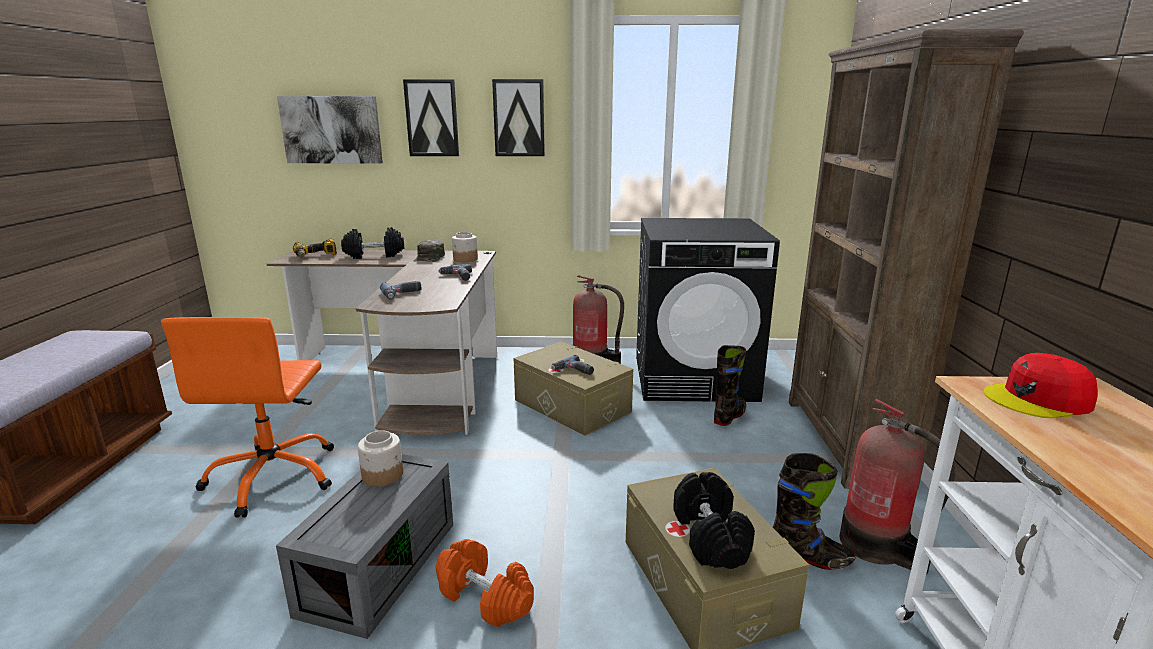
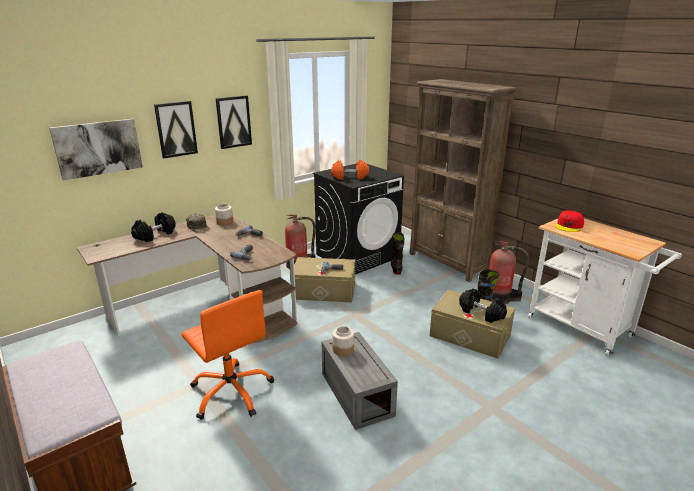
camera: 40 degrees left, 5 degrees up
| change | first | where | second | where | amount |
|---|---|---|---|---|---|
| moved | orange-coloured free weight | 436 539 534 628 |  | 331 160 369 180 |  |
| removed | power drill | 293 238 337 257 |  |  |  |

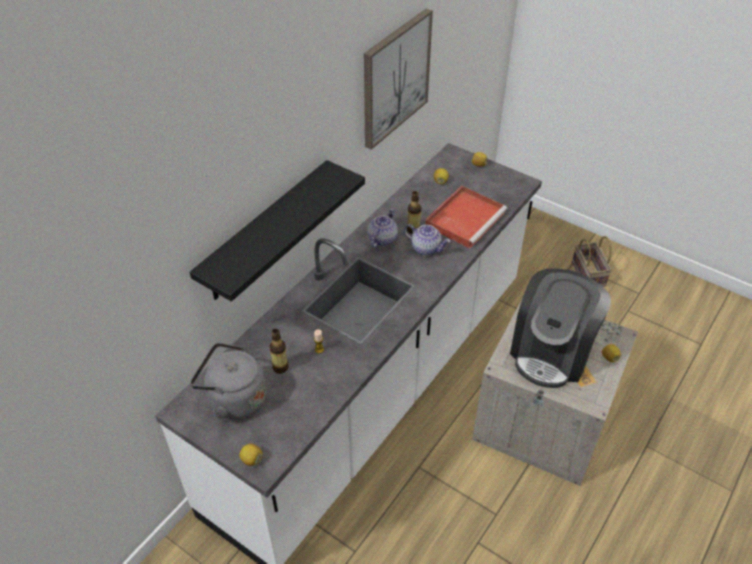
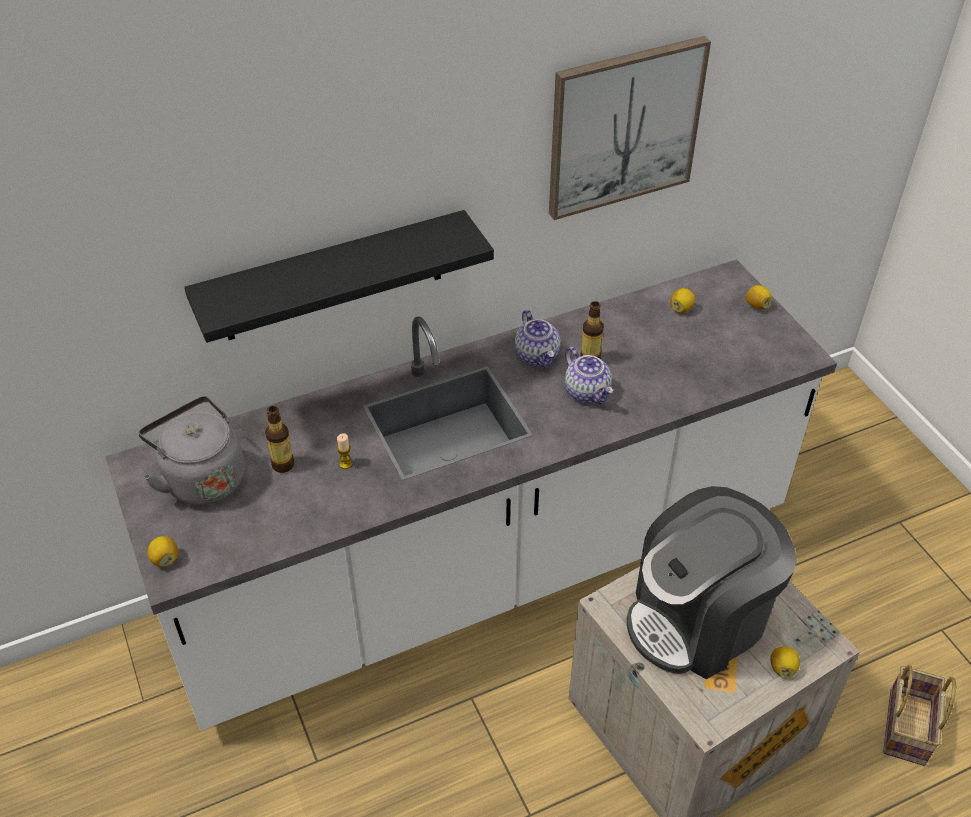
camera: 30 degrees right, 0 degrees up
| change | first | where | second | where | amount |
|---|---|---|---|---|---|
| turned | teapot | 368 208 398 248 |  | 515 310 561 368 | 105 degrees clockwise |
| moved | household basket | 572 236 612 287 |  | 883 665 956 766 |  |
| removed | red tray | 425 186 507 248 |  |  |  |

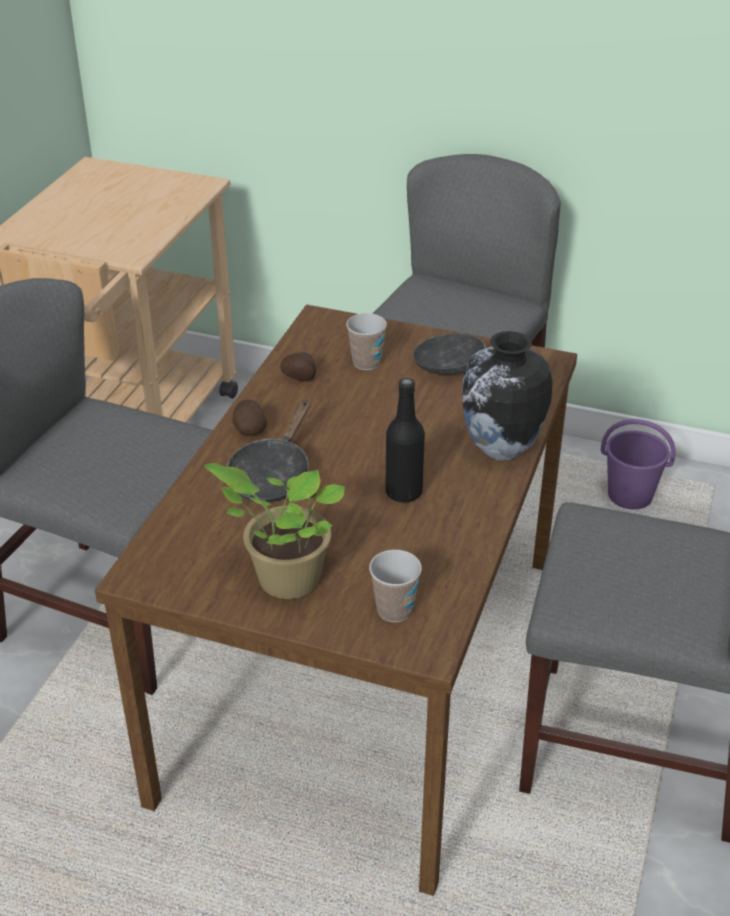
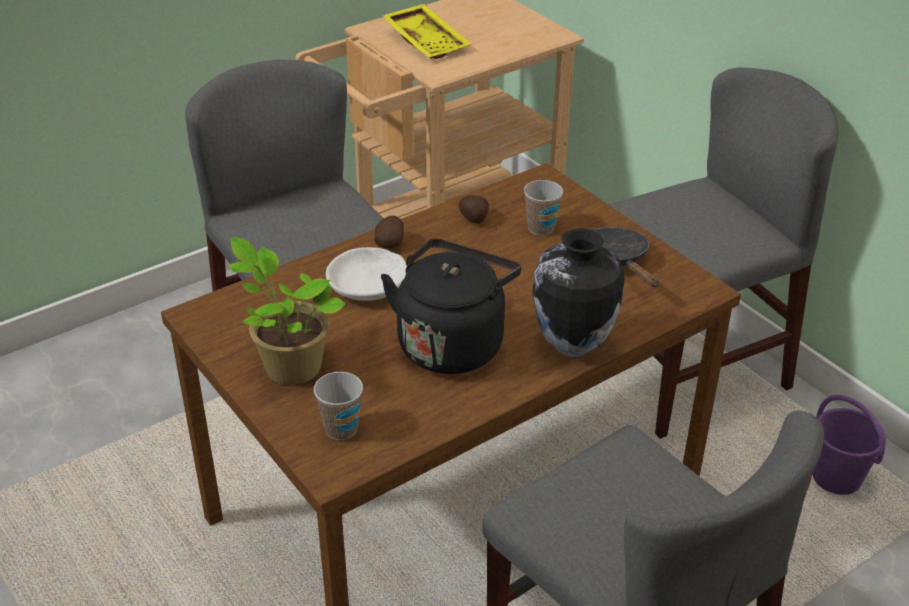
camera: 35 degrees right, 0 degrees up
| change | first | where | second | where | amount |
|---|---|---|---|---|---|
| replaced | blackish skillet | 227 399 311 502 | whitish deep dish | 326 247 407 301 |  |
| replaced | blackish beverage bottle | 385 378 425 502 | blackish water kettle | 381 239 521 374 |  |
| added |  |  | yellow tray | 382 4 471 59 |  |

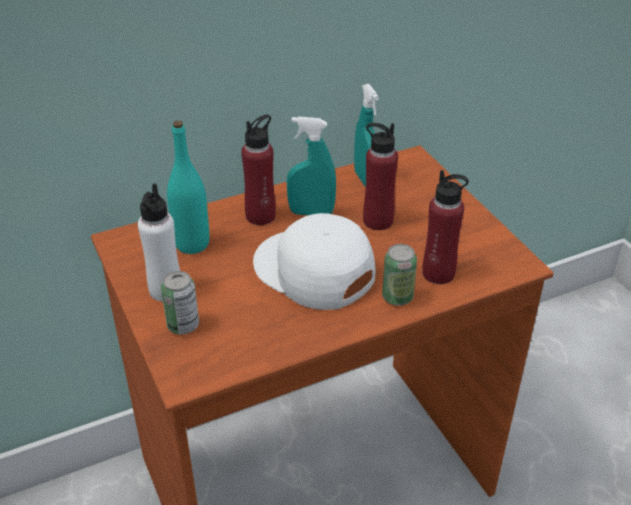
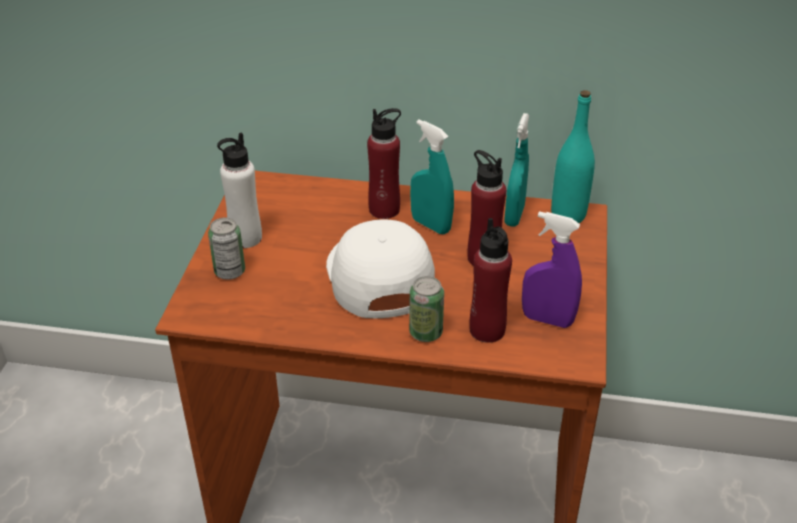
camera: 35 degrees right, 0 degrees up
| change | first | where | second | where | amount |
|---|---|---|---|---|---|
| added |  |  | purple-coloured spray bottle | 522 211 582 328 |  |
| moved | turquoise-coloured beverage bottle | 167 121 209 254 |  | 551 90 595 223 |  |

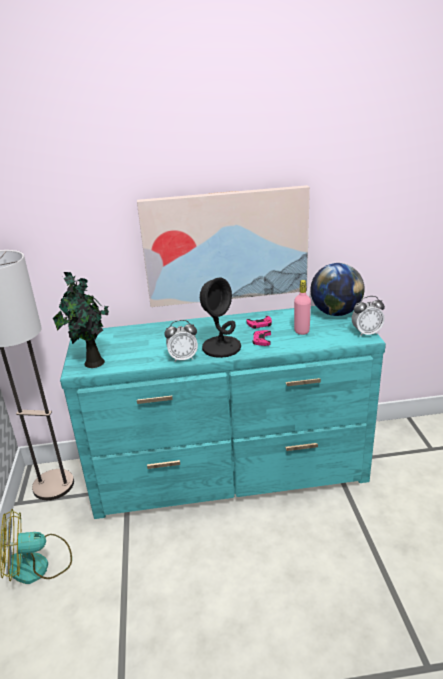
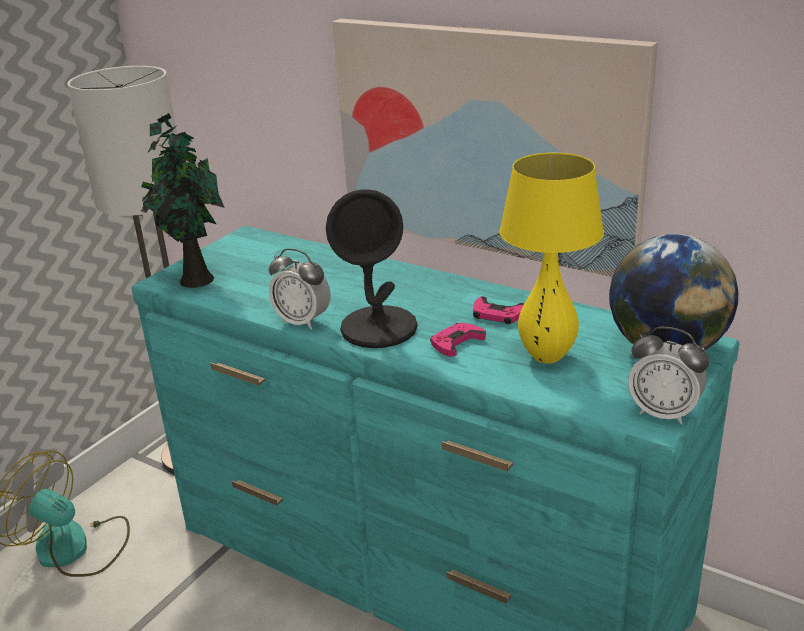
camera: 40 degrees right, 0 degrees up
| change | first | where | second | where | amount |
|---|---|---|---|---|---|
| replaced | pink beverage bottle | 294 280 311 335 | yellow tabletop lamp | 499 153 604 364 |  |

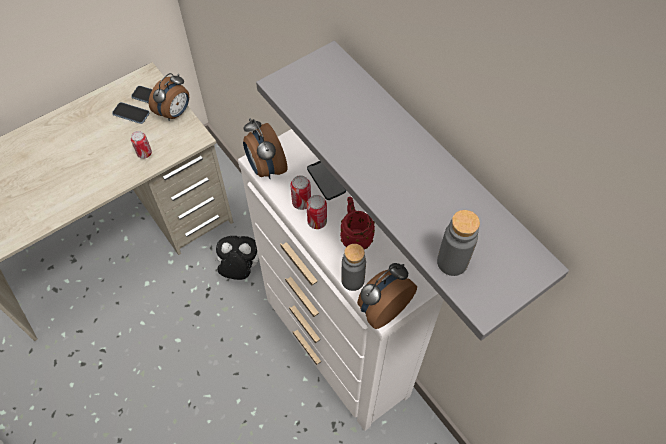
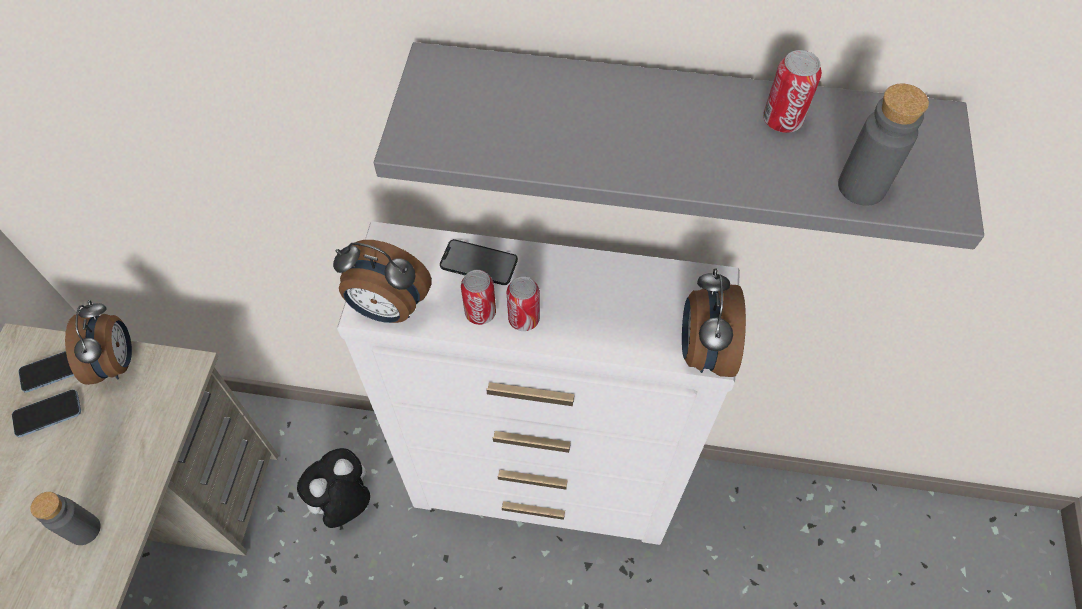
camera: 45 degrees left, 0 degrees up
| change | first | where | second | where | amount |
|---|---|---|---|---|---|
| moved | grey beverage bottle | 341 244 366 291 |  | 30 492 100 545 |  |
| moved | metal can | 131 131 152 159 |  | 763 50 822 133 |  |
| removed | red mug | 340 197 375 249 |  |  |  |

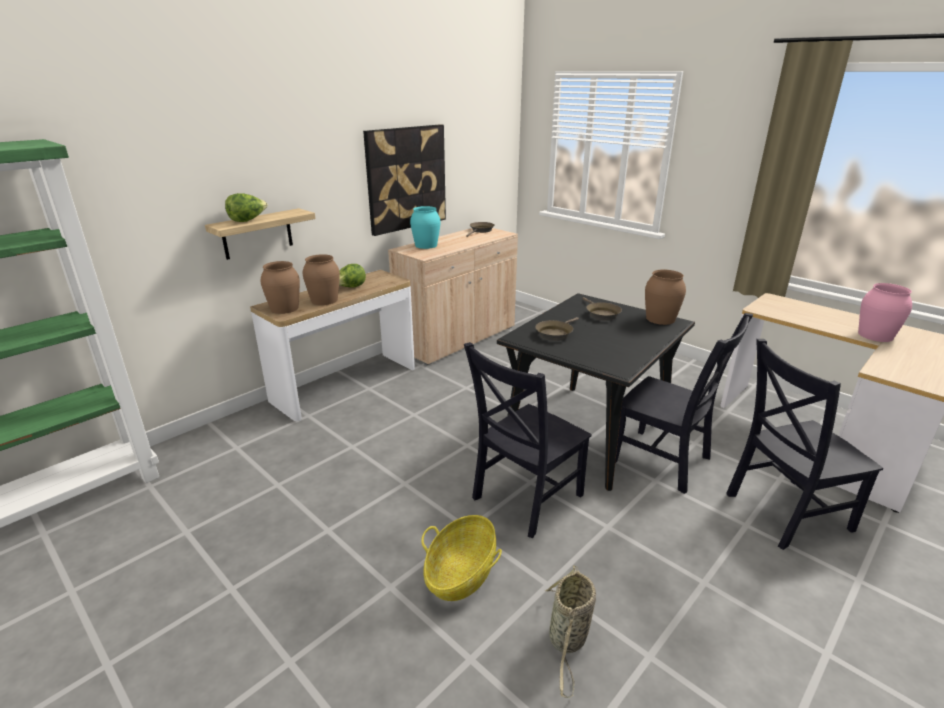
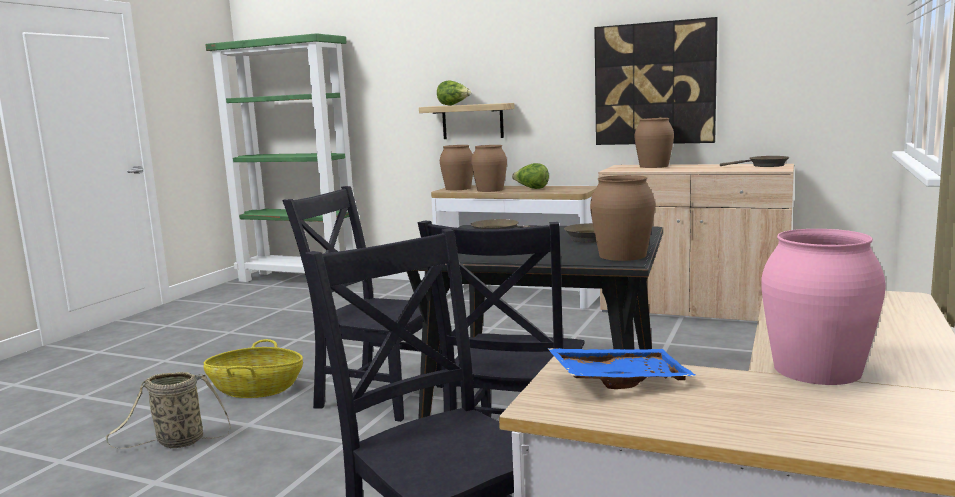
camera: 70 degrees right, 15 degrees down
| change | first | where | second | where | amount |
|---|---|---|---|---|---|
| added |  |  | blue tray | 547 348 698 389 |  |
| recoloured | turquoise-coloured flower vase | 410 206 440 249 | brownish flower vase | 635 118 674 168 |  |

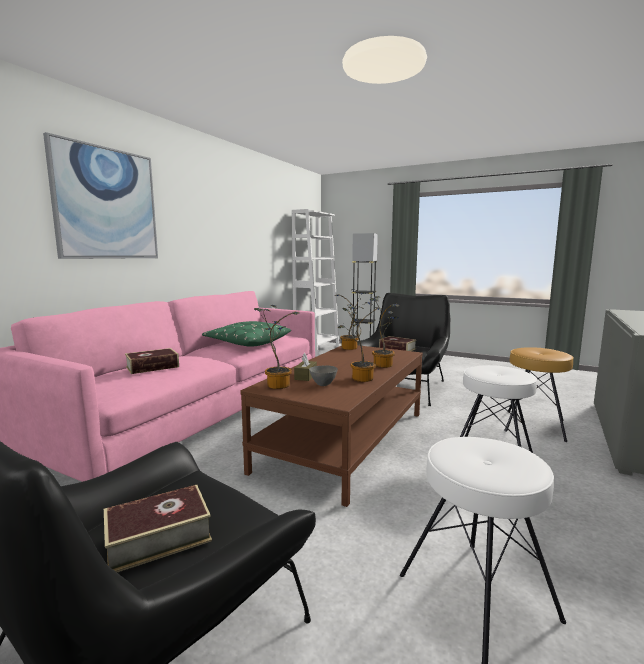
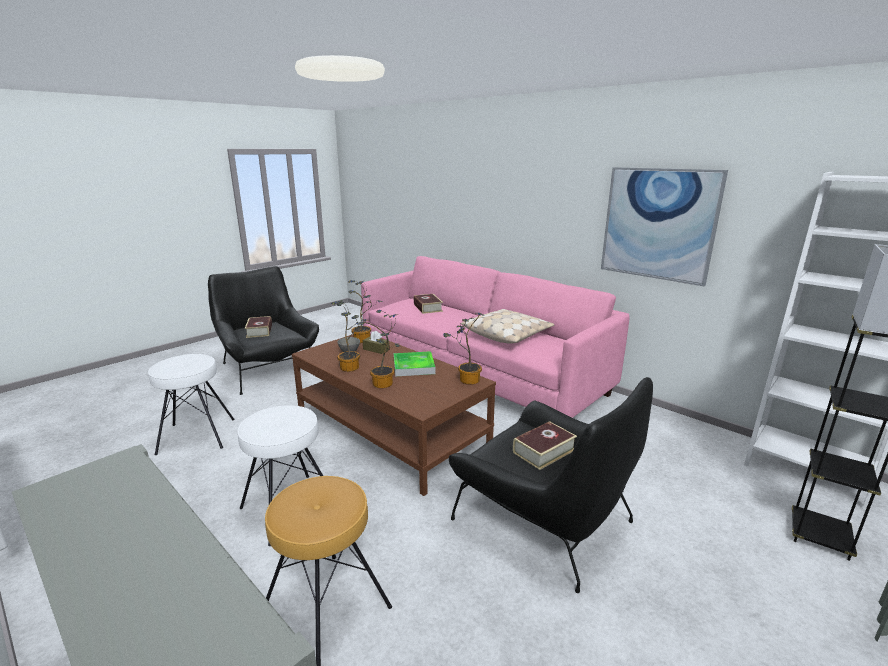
camera: 105 degrees right, 10 degrees up
| change | first | where | second | where | amount |
|---|---|---|---|---|---|
| added |  |  | tray | 394 351 435 376 |  |
| recoloured | green cushion | 202 321 291 347 | sand-coloured cushion | 461 309 555 344 |  |
| moved | picture | 43 132 158 259 |  | 601 167 728 286 |  |

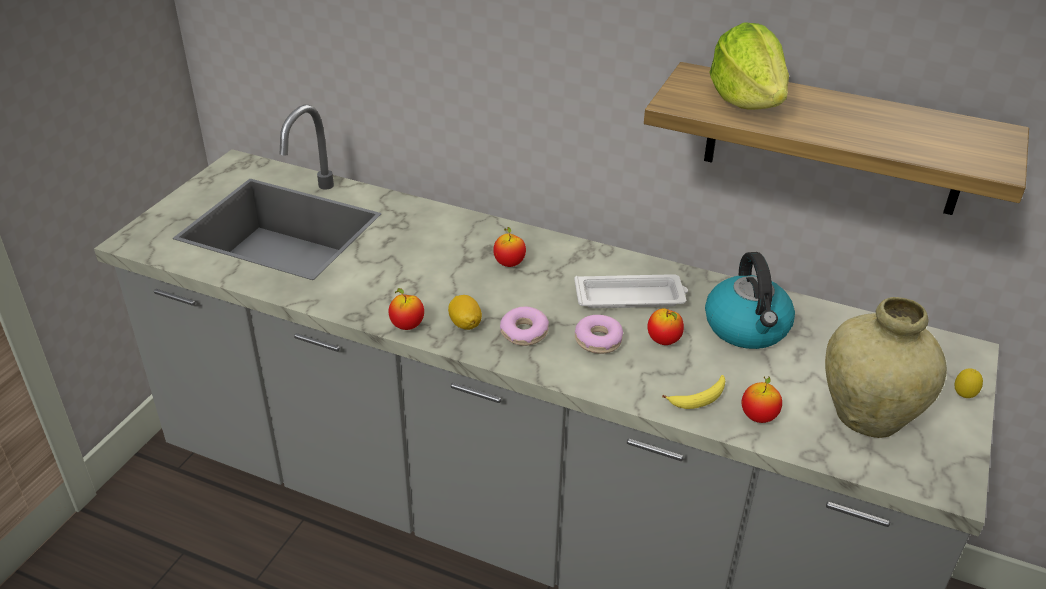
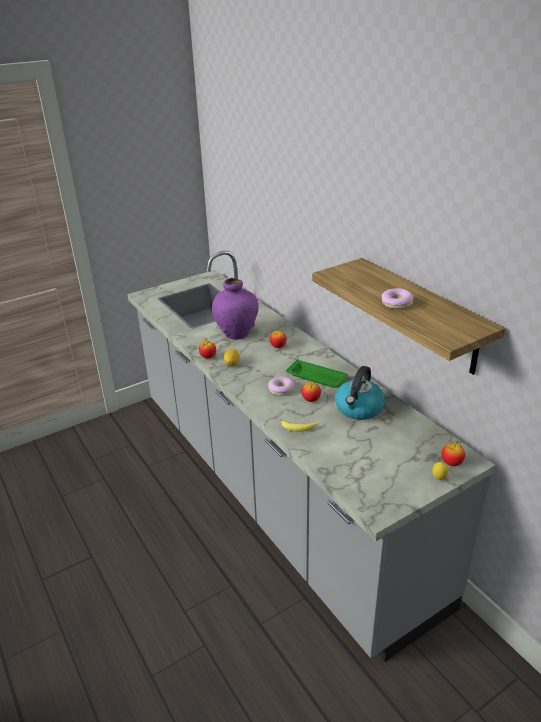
camera: 35 degrees right, 5 degrees down
| change | first | where | second | where | amount |
|---|---|---|---|---|---|
| added |  |  | purple-coloured flower vase | 212 278 259 340 |  |
| recoloured | whitish tray | 574 274 688 308 | green tray | 286 359 347 388 |  |
| moved | donut | 500 306 549 346 |  | 382 288 414 309 |  |
| moved | whole apple | 742 377 782 423 |  | 442 441 465 466 |  |
| removed | head of lettuce | 709 22 789 110 |  |  |  |
| removed | sand-coloured flower vase | 825 297 947 438 |  |  |  |

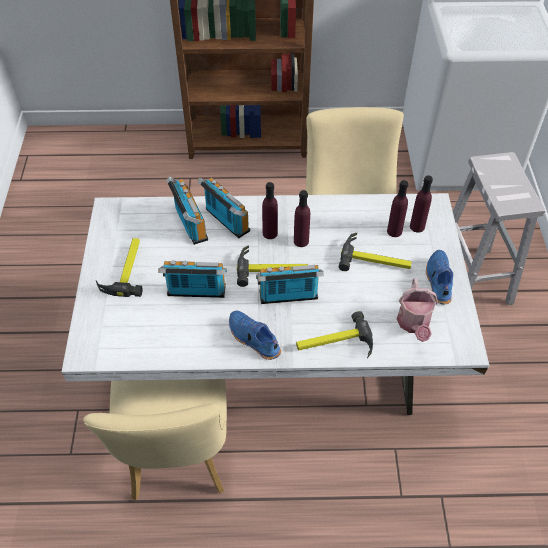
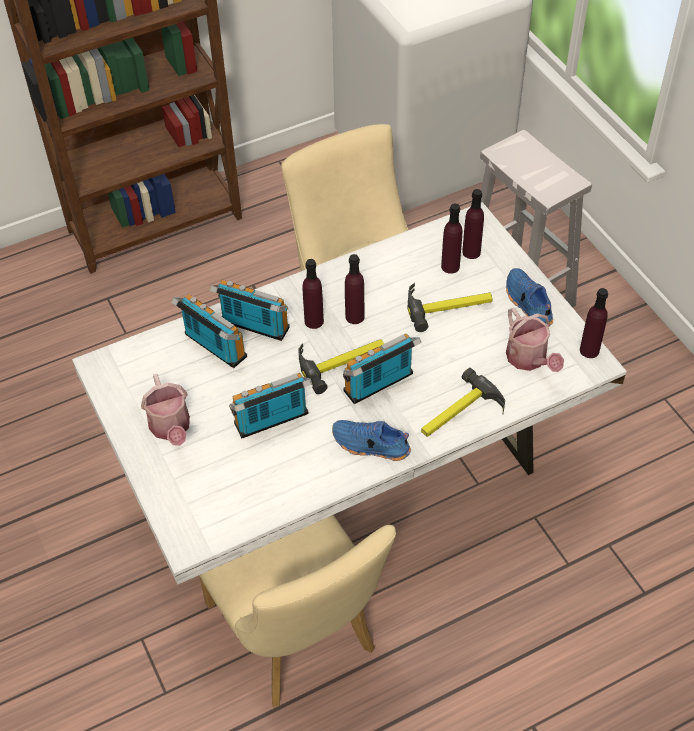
camera: 25 degrees left, 0 degrees up
| change | first | where | second | where | amount |
|---|---|---|---|---|---|
| replaced | hand hammer | 96 238 143 297 | watering pot | 141 374 190 446 |  |
| added |  |  | purple-coloured beverage bottle | 580 288 608 358 |  |

